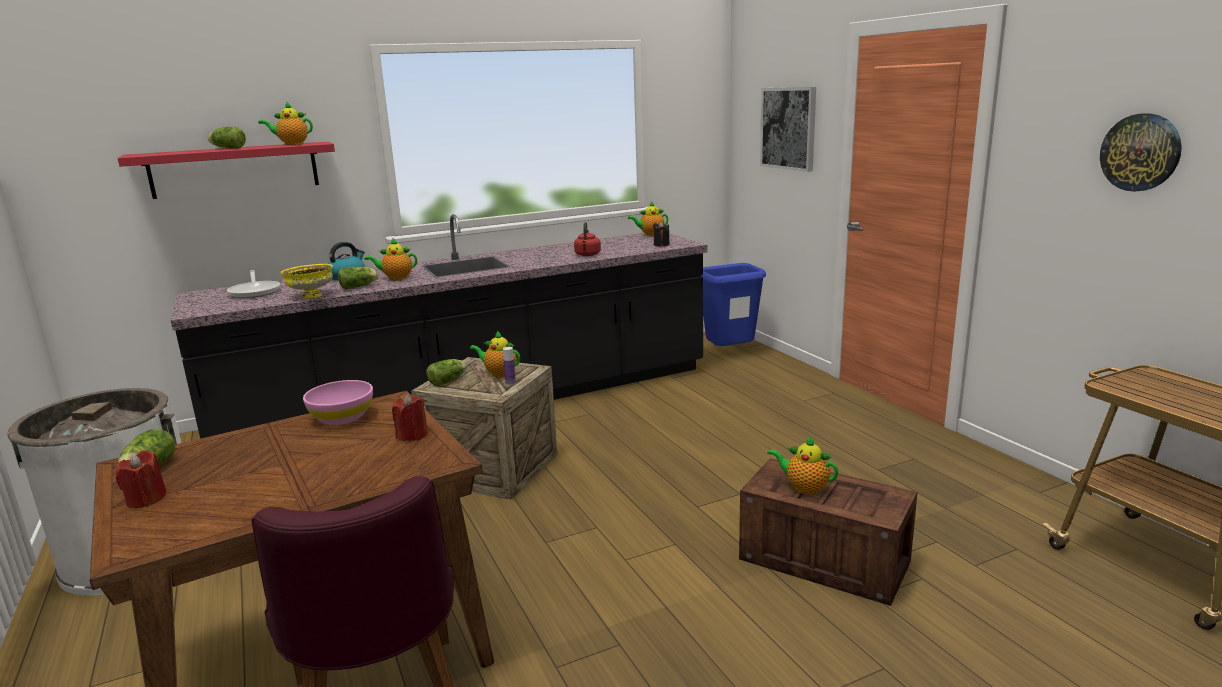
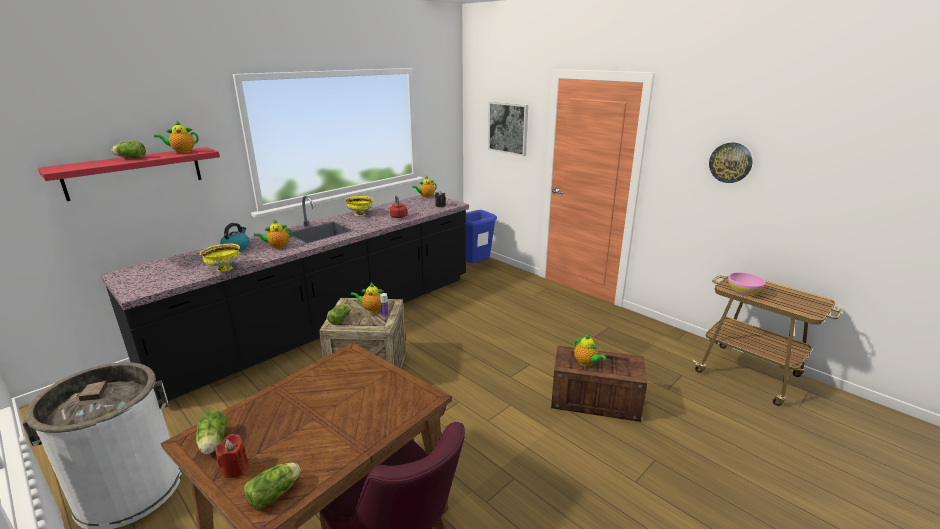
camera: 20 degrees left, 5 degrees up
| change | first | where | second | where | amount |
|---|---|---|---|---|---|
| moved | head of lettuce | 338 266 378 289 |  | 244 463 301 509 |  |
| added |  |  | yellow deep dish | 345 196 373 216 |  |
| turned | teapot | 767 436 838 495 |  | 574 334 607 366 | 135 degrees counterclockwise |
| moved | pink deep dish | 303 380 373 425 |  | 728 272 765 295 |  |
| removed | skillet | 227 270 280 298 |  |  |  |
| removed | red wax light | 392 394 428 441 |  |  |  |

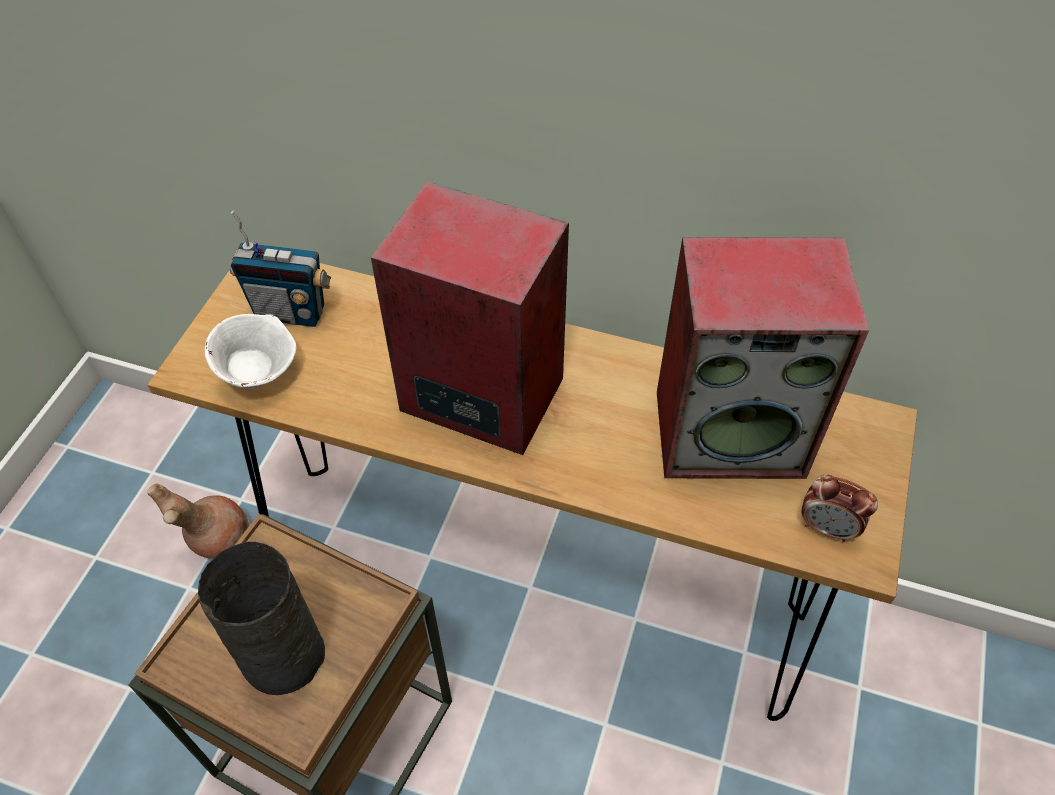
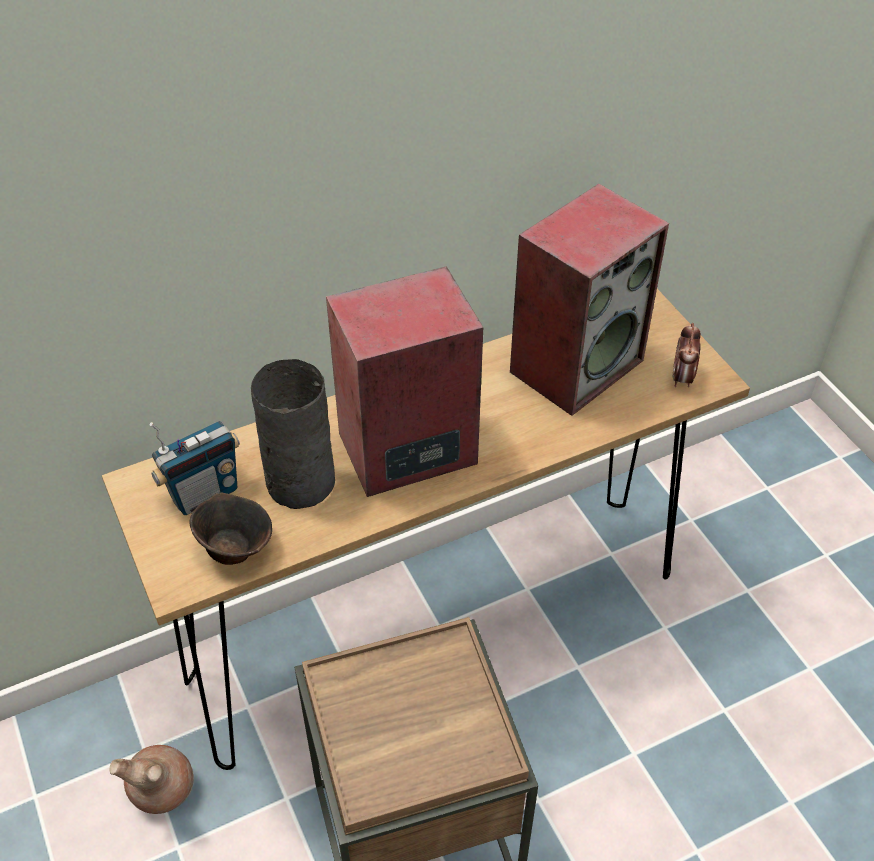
camera: 45 degrees left, 5 degrees down
| change | first | where | second | where | amount |
|---|---|---|---|---|---|
| recoloured | whitish deep dish | 205 314 297 389 | brownish deep dish | 190 492 272 565 |  |
| moved | grey flower vase | 198 542 325 695 |  | 251 359 335 509 |  |
| turned | bedside clock | 801 475 878 543 |  | 673 323 701 387 | 120 degrees clockwise |

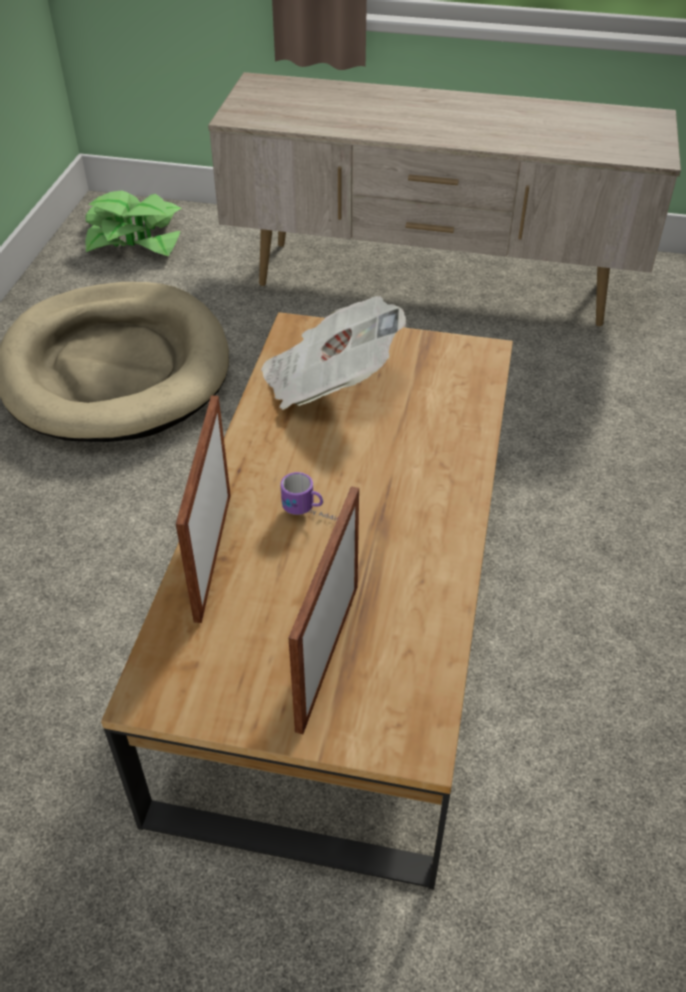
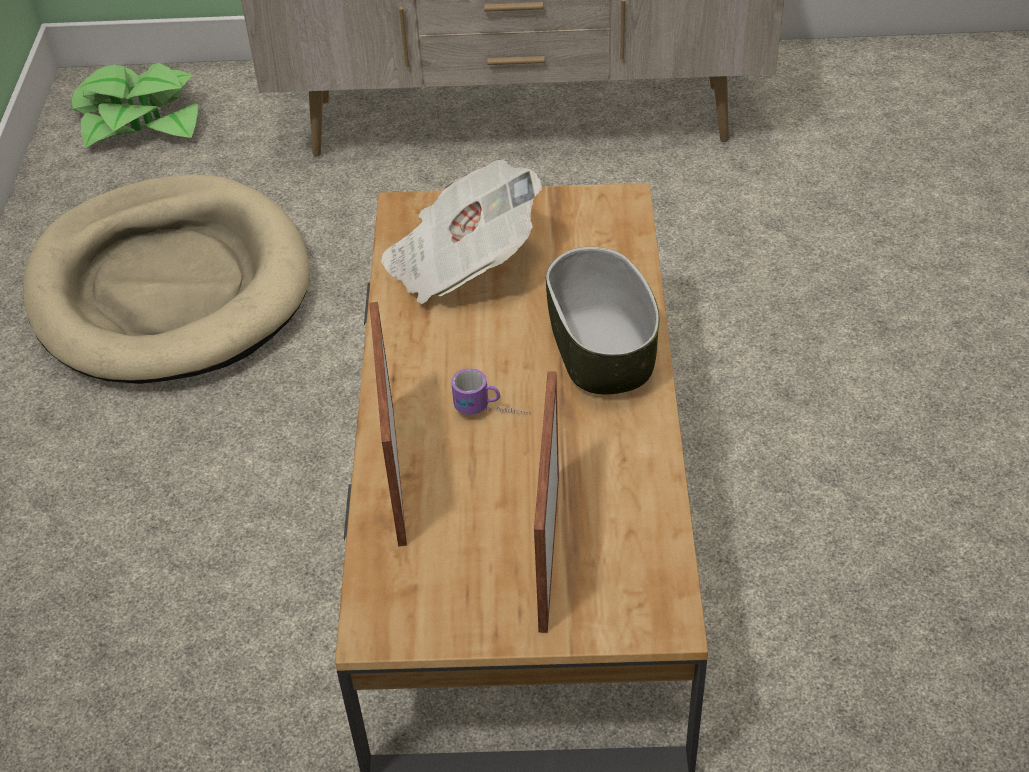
camera: 10 degrees left, 0 degrees up
| change | first | where | second | where | amount |
|---|---|---|---|---|---|
| added |  |  | deep dish | 546 247 660 394 |  |

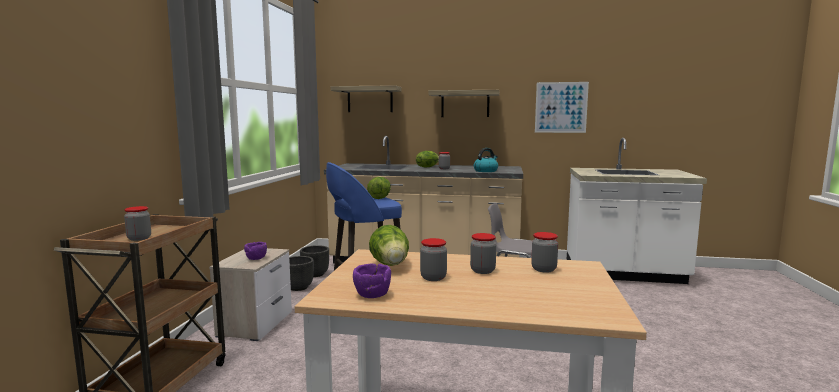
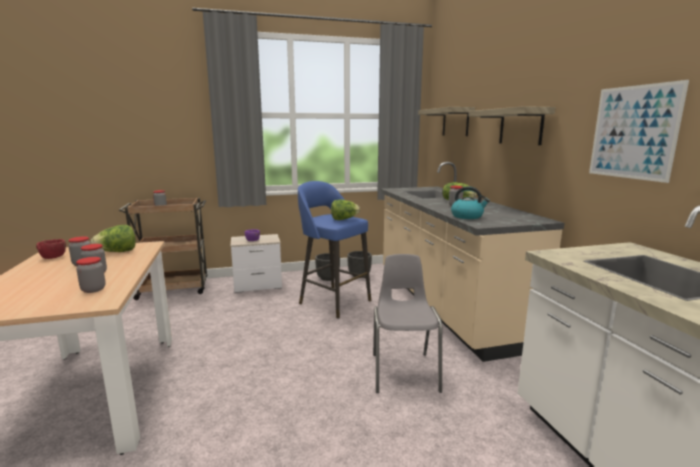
camera: 65 degrees right, 5 degrees up
| change | first | where | second | where | amount |
|---|---|---|---|---|---|
| recoloured | purple-coloured deep dish | 353 264 391 298 | red deep dish | 36 239 66 259 |  |

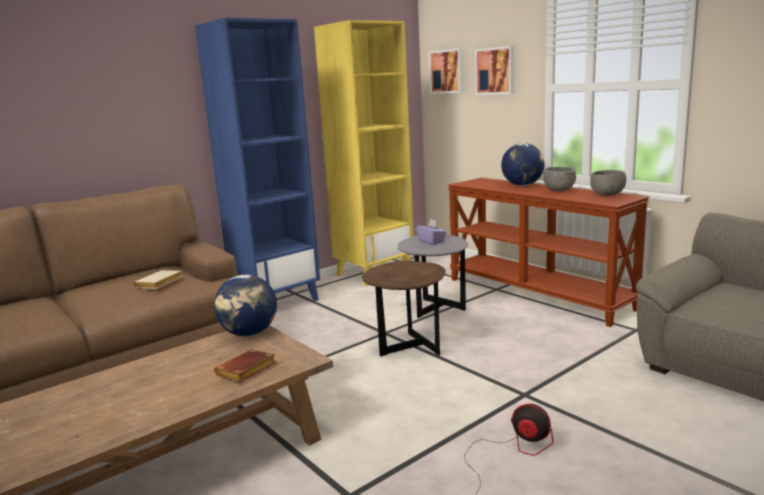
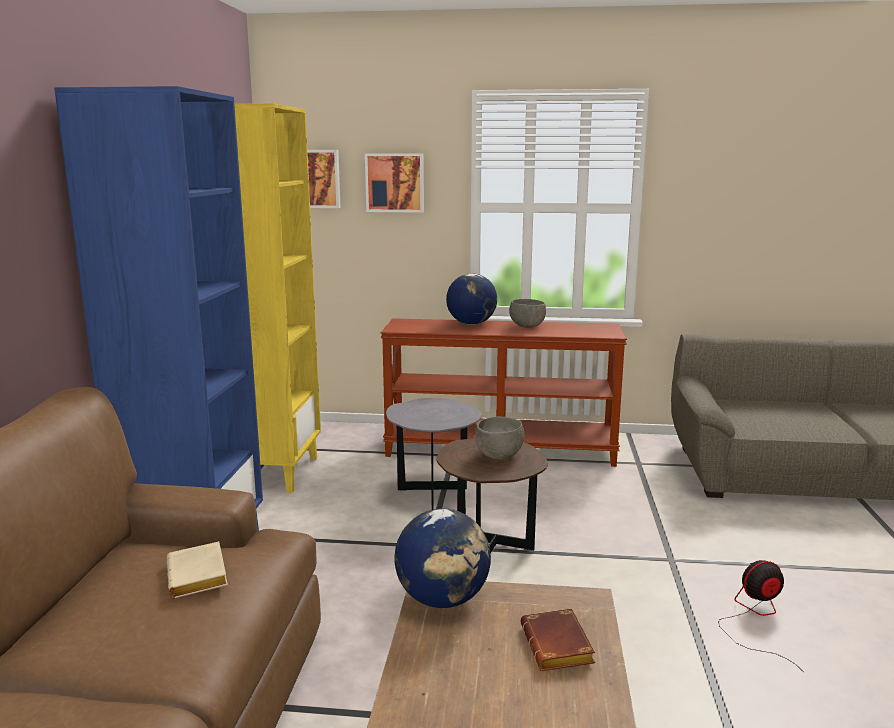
camera: 45 degrees left, 0 degrees up
| change | first | where | second | where | amount |
|---|---|---|---|---|---|
| moved | grey deep dish | 590 170 626 196 |  | 475 417 525 459 |  |
| removed | purple-coloured tissue box | 416 219 447 245 |  |  |  |

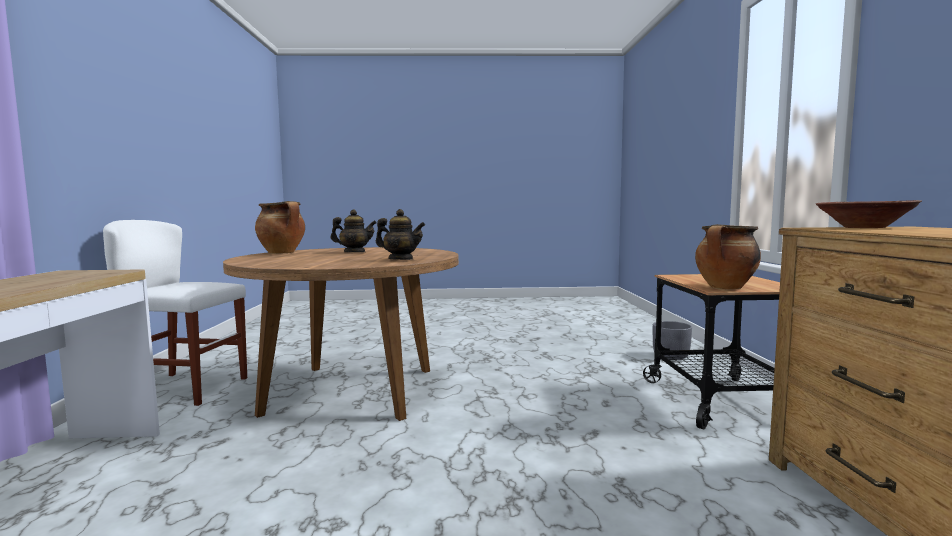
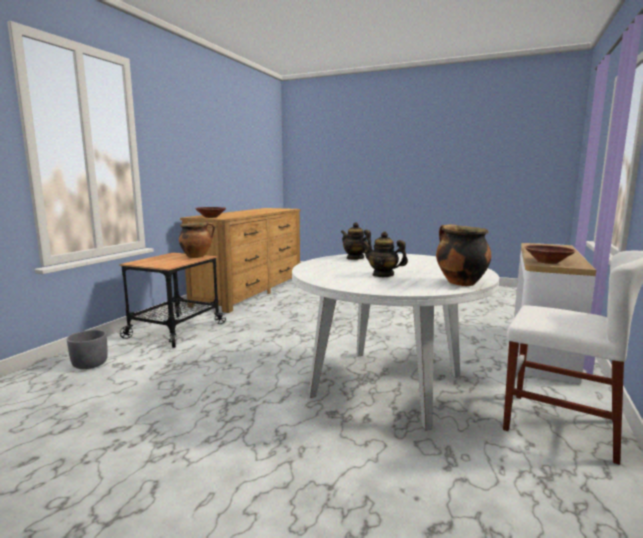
camera: 155 degrees left, 5 degrees up
| change | first | where | second | where | amount |
|---|---|---|---|---|---|
| recoloured | brownish dining table | 223 247 459 421 | whitish dining table | 292 253 499 431 |  |
| added |  |  | brownish deep dish | 525 245 576 264 |  |

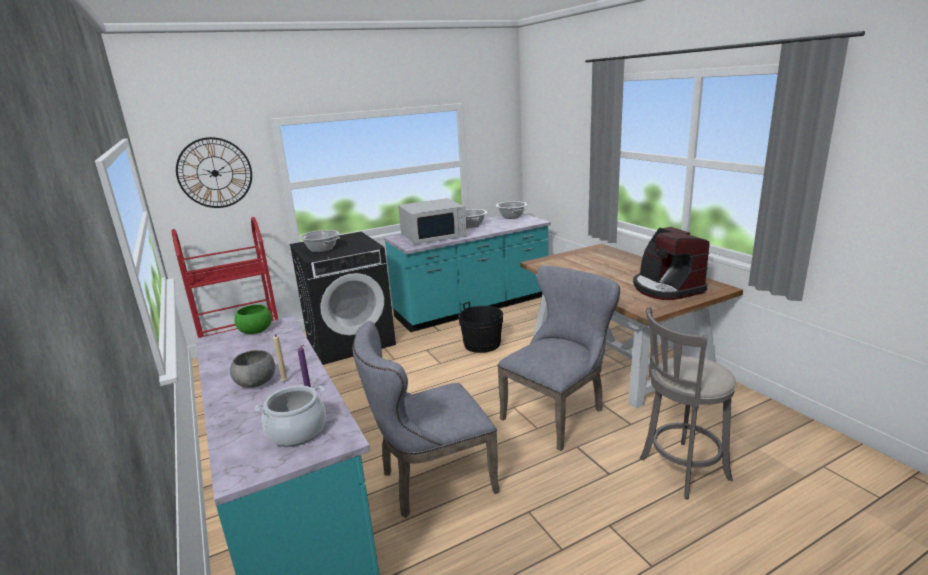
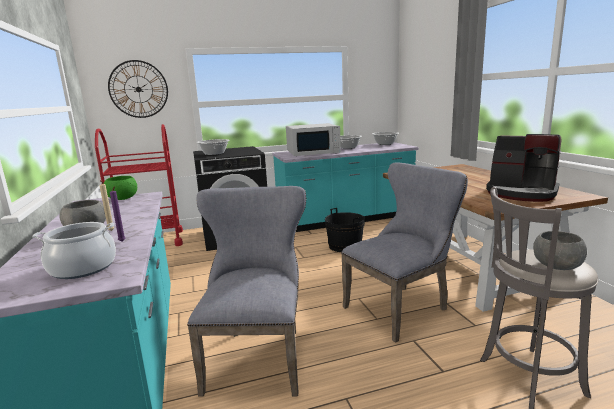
camera: 10 degrees right, 5 degrees down
| change | first | where | second | where | amount |
|---|---|---|---|---|---|
| turned | grey upright chair | 353 321 500 518 |  | 187 186 306 396 | 105 degrees clockwise |
| turned | coffee machine | 633 227 710 300 |  | 486 134 561 202 | 45 degrees counterclockwise |
| added |  |  | grey deep dish | 533 231 587 270 |  |

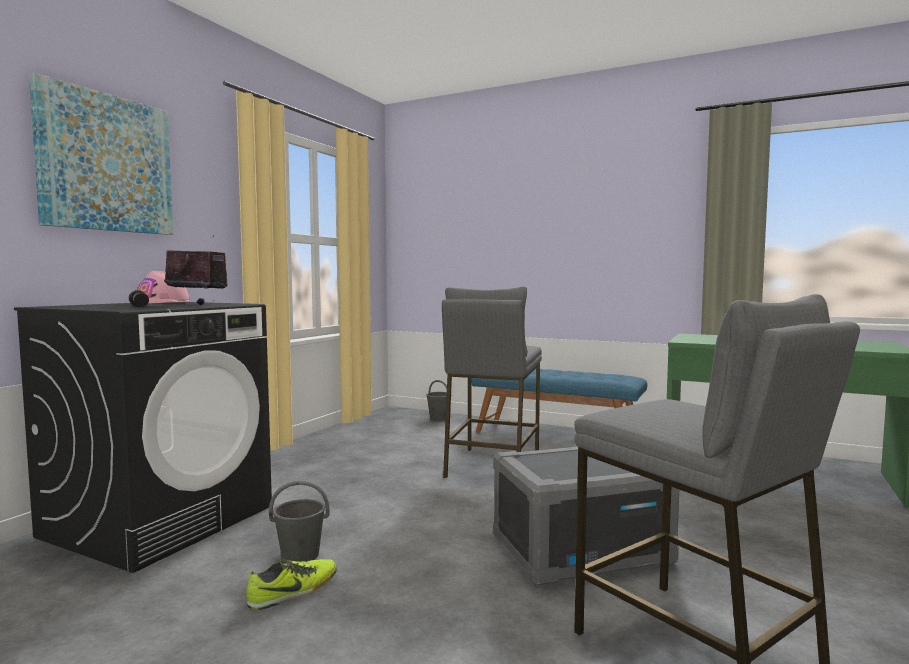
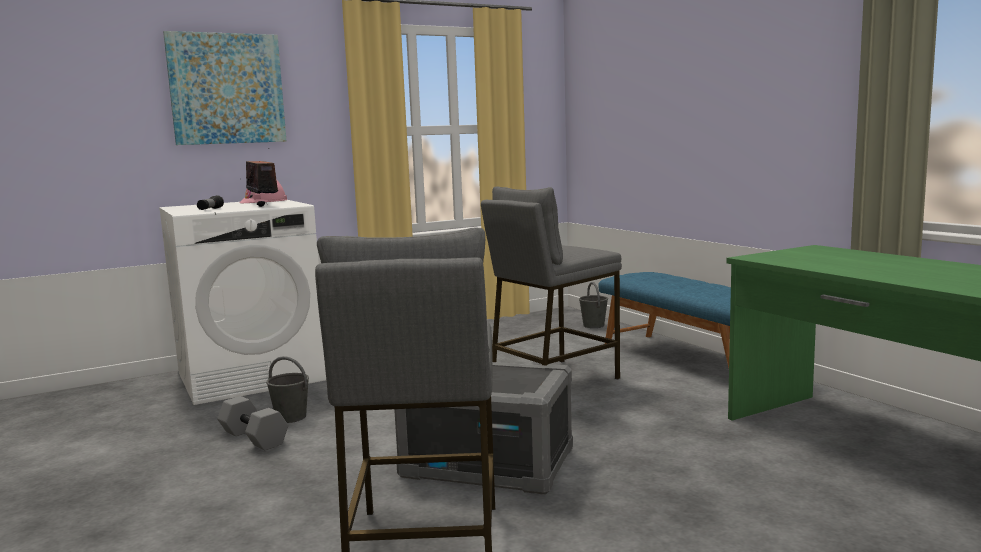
camera: 35 degrees right, 5 degrees up
| change | first | where | second | where | amount |
|---|---|---|---|---|---|
| recoloured | blackish laundry appliance | 14 302 272 573 | whitish laundry appliance | 159 200 326 405 |  |
| replaced | item of footwear | 247 559 337 610 | grey free weight | 217 396 288 451 |  |

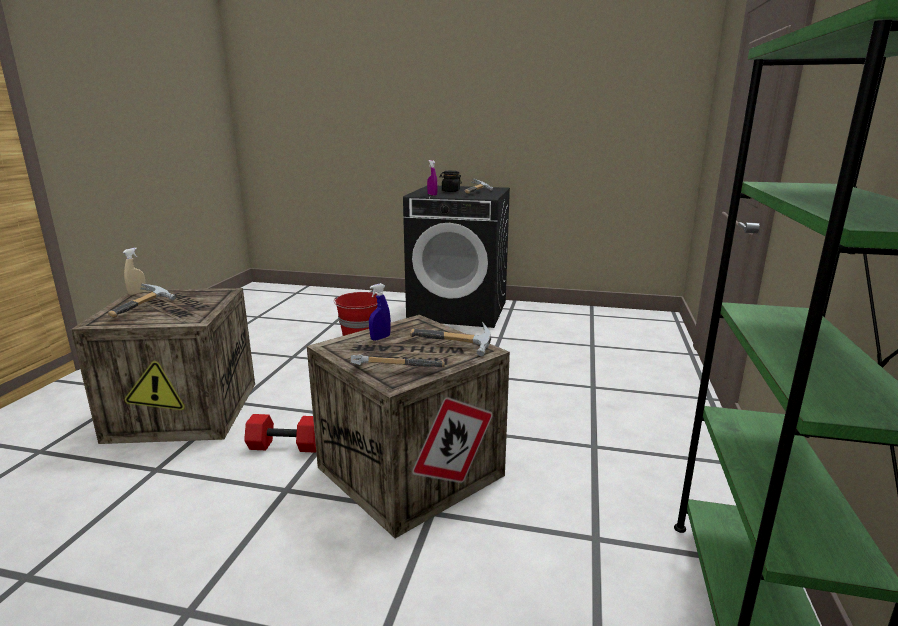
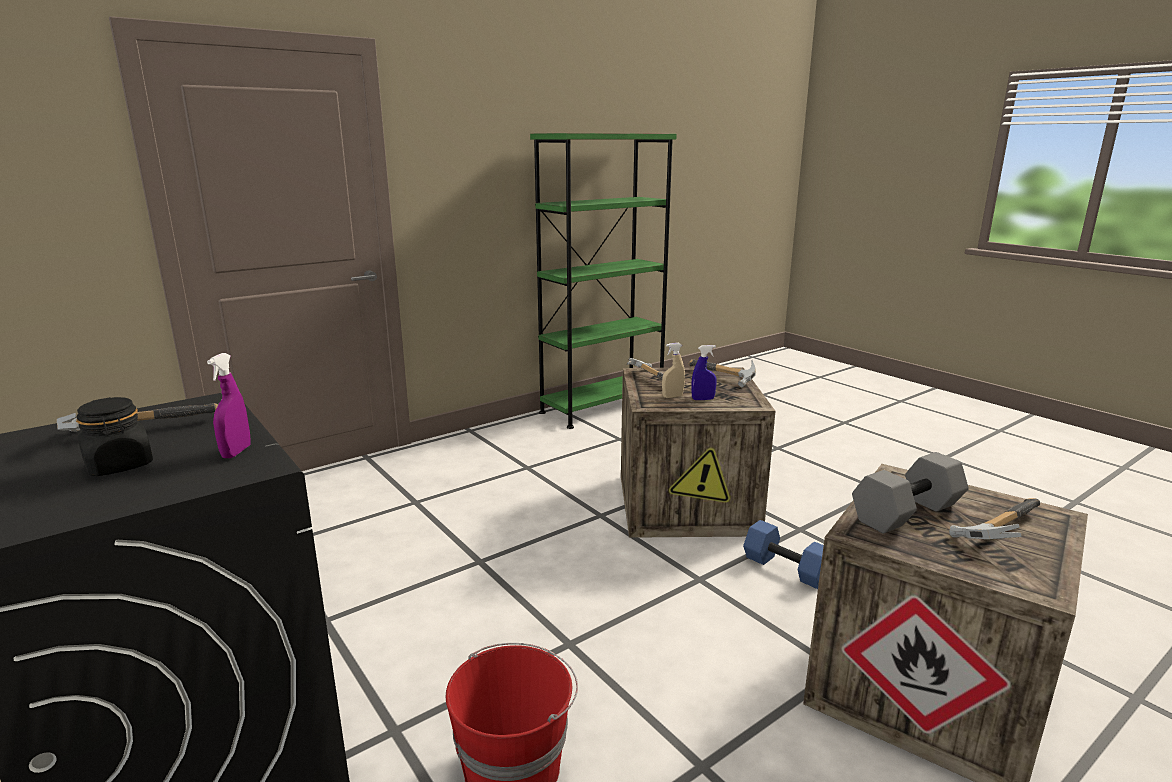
camera: 140 degrees left, 0 degrees up
| change | first | where | second | where | amount |
|---|---|---|---|---|---|
| moved | sand-coloured spray bottle | 123 248 146 295 |  | 662 343 685 398 |  |
| recoloured | red free weight | 244 414 316 453 | blue free weight | 743 520 824 589 |  |
| added |  |  | grey free weight | 852 452 969 534 |  |

